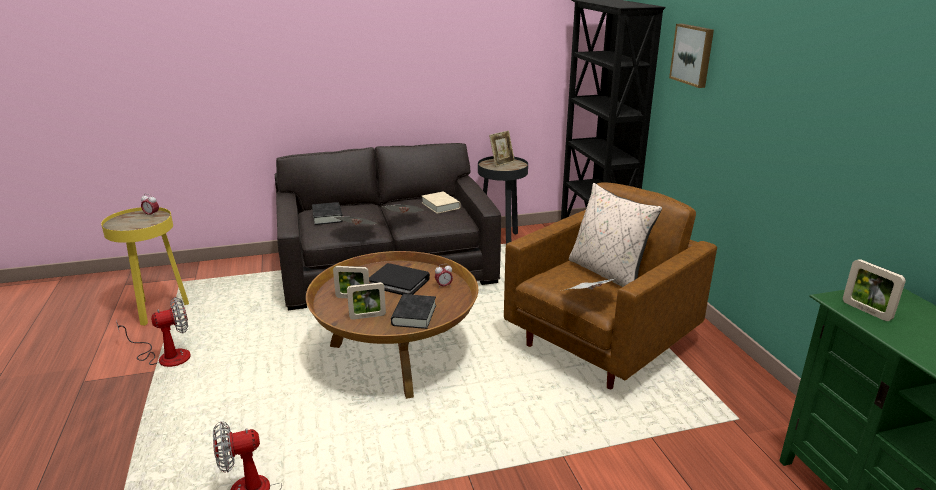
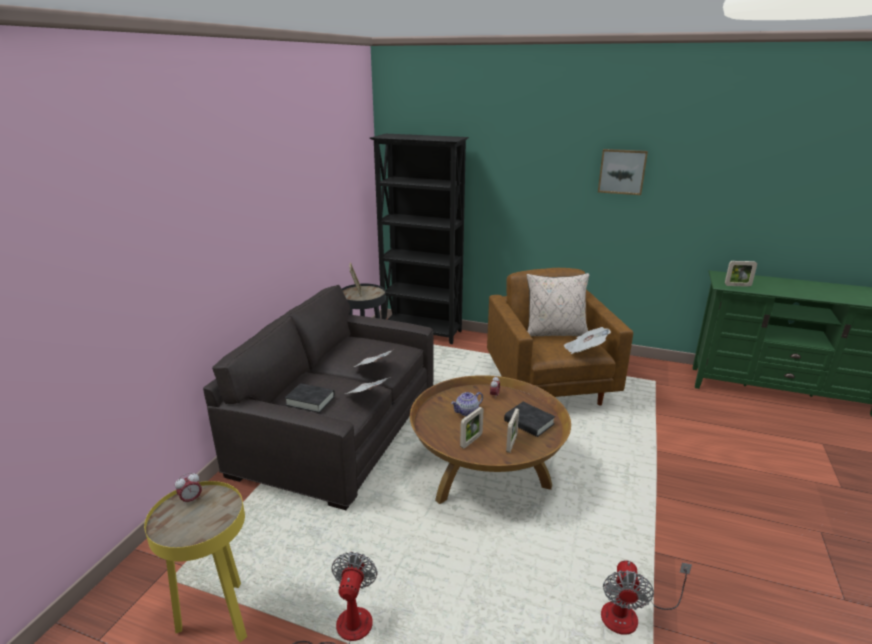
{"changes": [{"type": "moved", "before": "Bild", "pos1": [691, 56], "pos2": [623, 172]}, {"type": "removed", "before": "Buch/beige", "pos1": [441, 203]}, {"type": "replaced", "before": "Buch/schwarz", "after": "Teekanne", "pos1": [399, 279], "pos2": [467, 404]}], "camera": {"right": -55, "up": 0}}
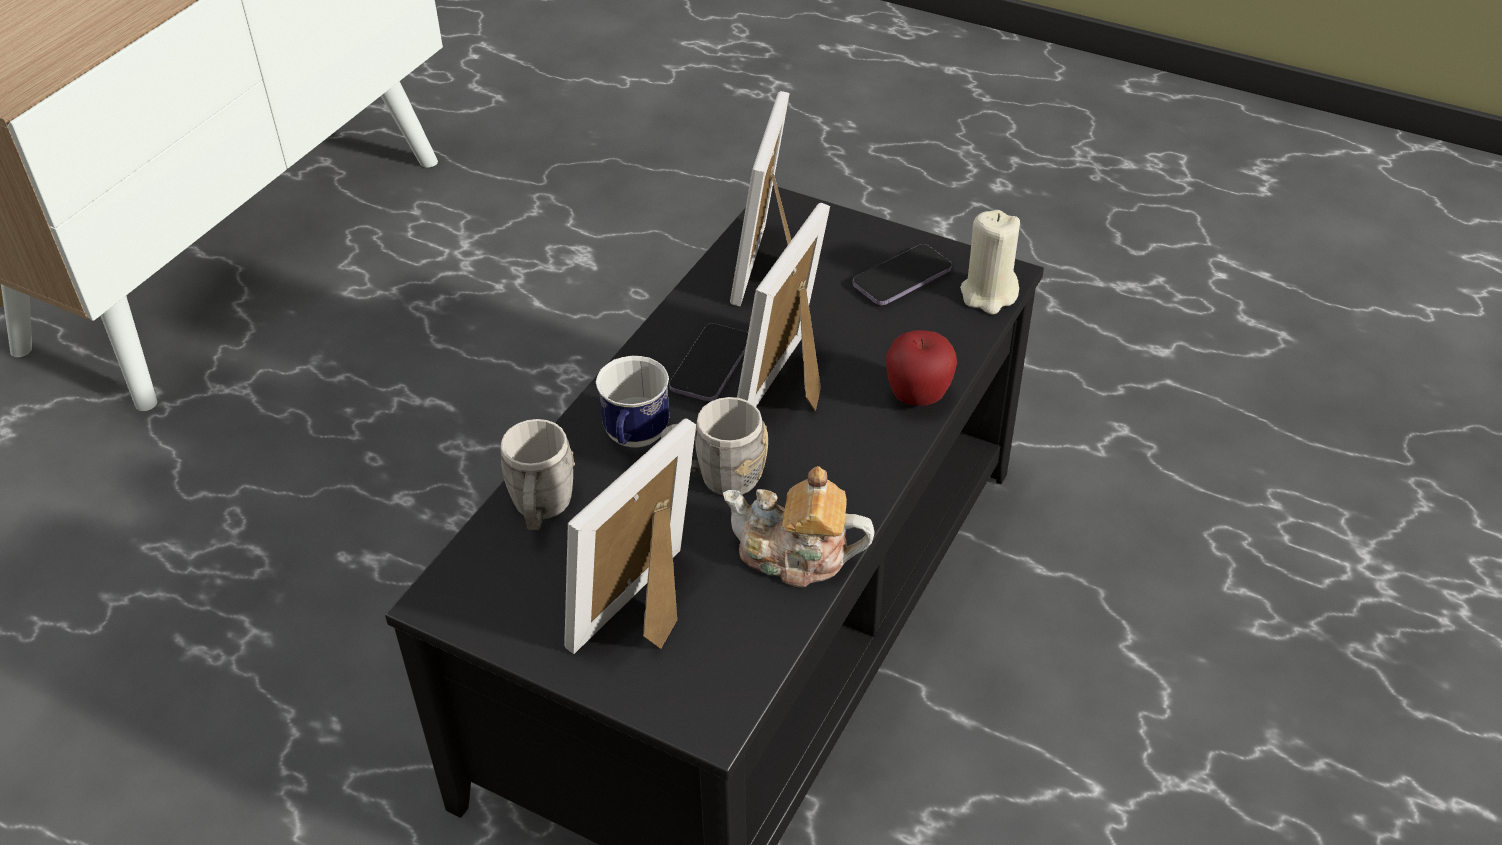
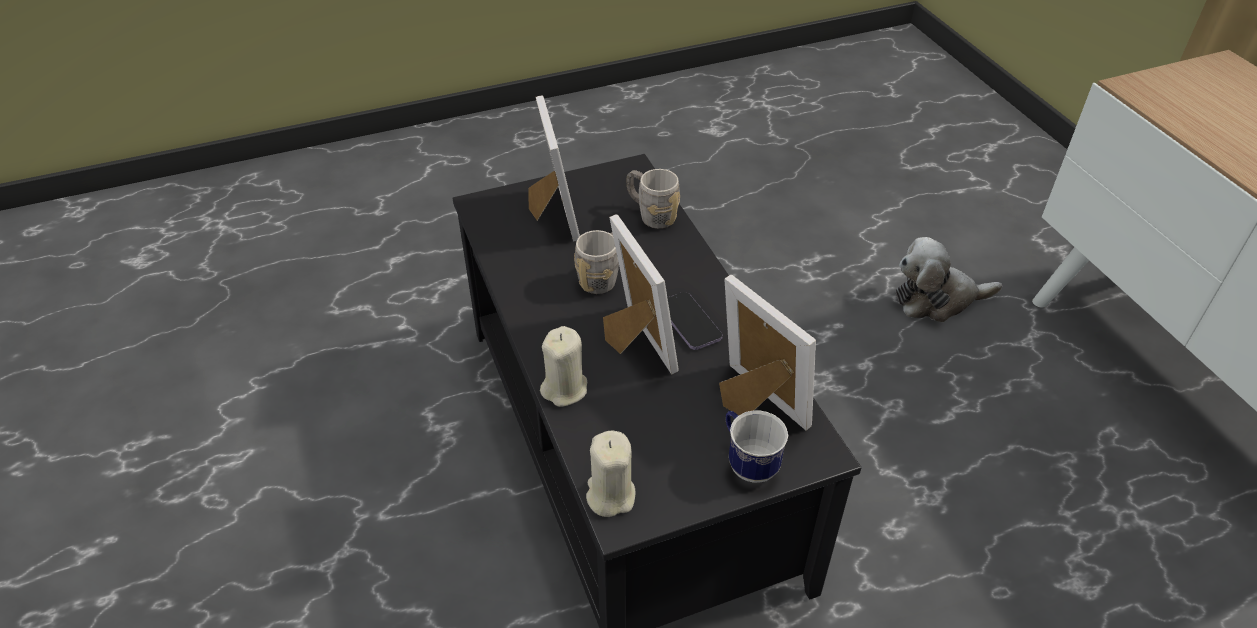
{"changes": [{"type": "removed", "before": "Handy", "pos1": [902, 274]}, {"type": "replaced", "before": "Apfel", "after": "Kerze/beige", "pos1": [921, 368], "pos2": [563, 366]}, {"type": "moved", "before": "Henkelbecher", "pos1": [632, 402], "pos2": [757, 446]}, {"type": "removed", "before": "Teekanne", "pos1": [798, 527]}, {"type": "added", "after": "Plüschtier", "pos2": [948, 279]}], "camera": {"right": 130, "up": 0}}
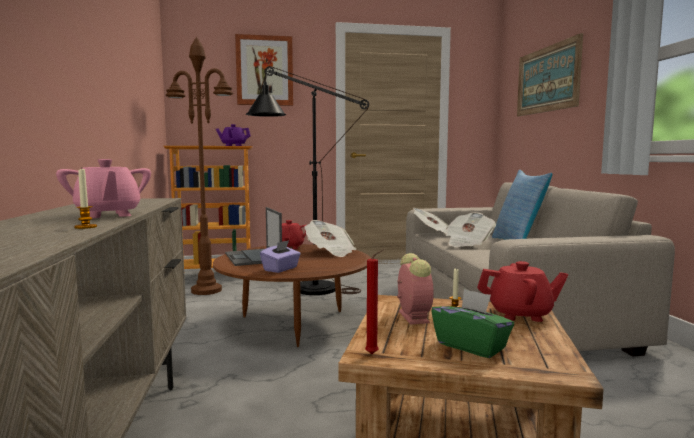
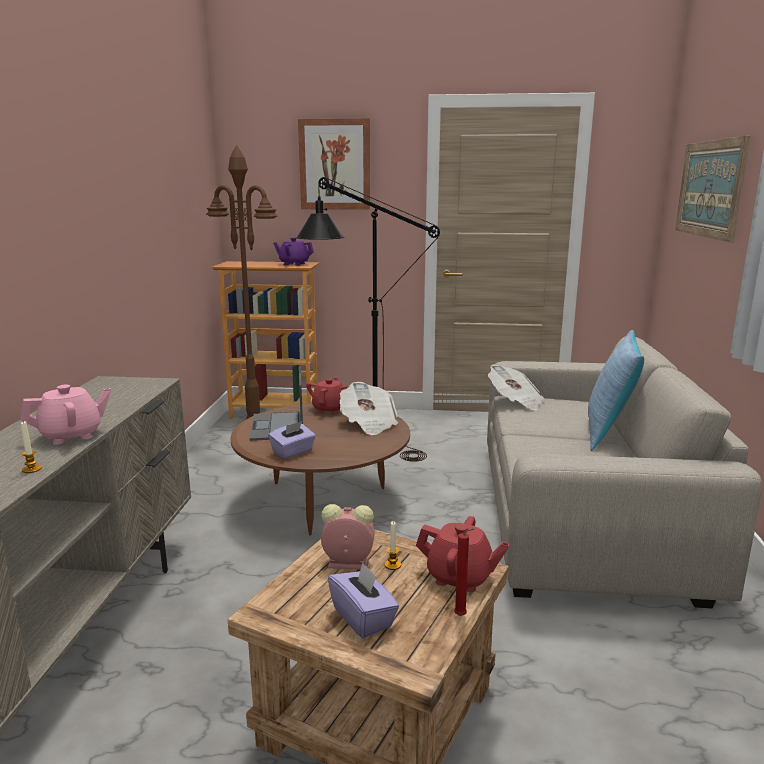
{"changes": [{"type": "turned", "before": "Teekanne/rosa", "pos1": [103, 188], "pos2": [66, 415], "turn": -105}, {"type": "removed", "before": "Zeitung", "pos1": [471, 229]}, {"type": "moved", "before": "Kerze/rot", "pos1": [374, 301], "pos2": [464, 572]}, {"type": "turned", "before": "Wecker", "pos1": [415, 288], "pos2": [348, 537], "turn": -90}, {"type": "recoloured", "before": "Taschentuchbox/grün", "after": "Taschentuchbox/lila", "pos1": [472, 323], "pos2": [363, 600]}], "camera": {"right": 15, "up": 10}}
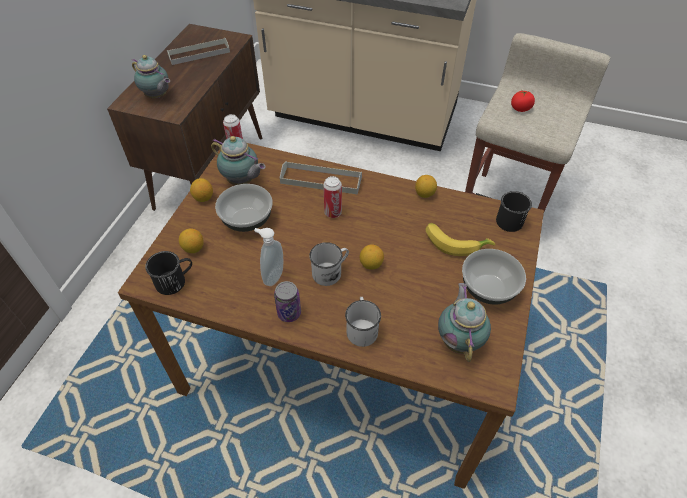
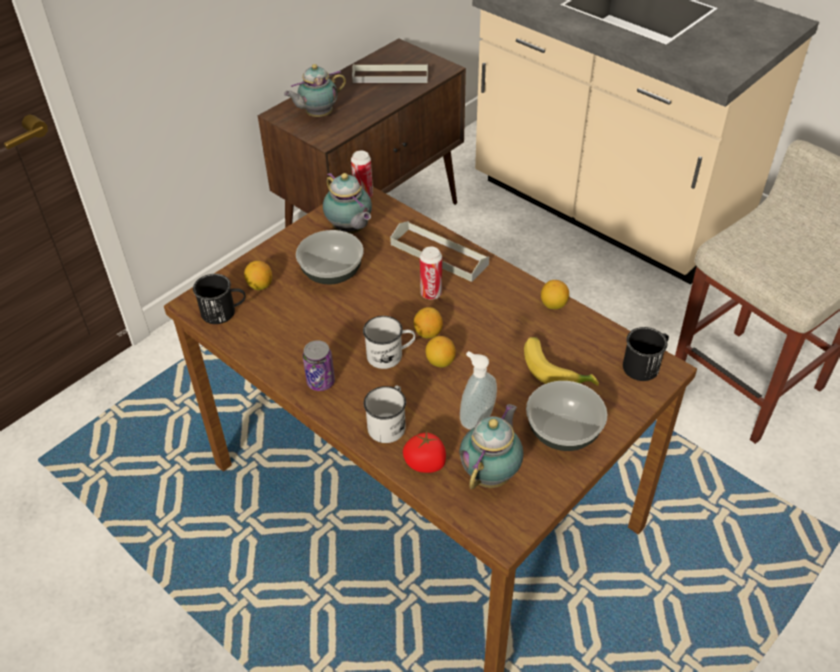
{"changes": [{"type": "turned", "before": "Teekanne", "pos1": [151, 76], "pos2": [315, 90], "turn": 90}, {"type": "moved", "before": "Tomate", "pos1": [523, 101], "pos2": [424, 451]}, {"type": "moved", "before": "Zitrone", "pos1": [201, 190], "pos2": [428, 322]}, {"type": "moved", "before": "Seifenspender", "pos1": [268, 257], "pos2": [478, 390]}], "camera": {"right": 25, "up": -5}}
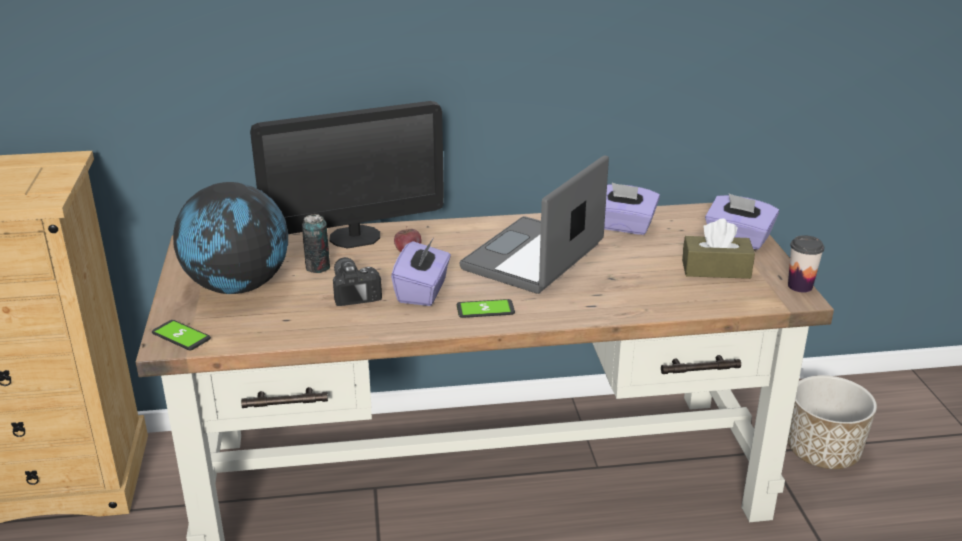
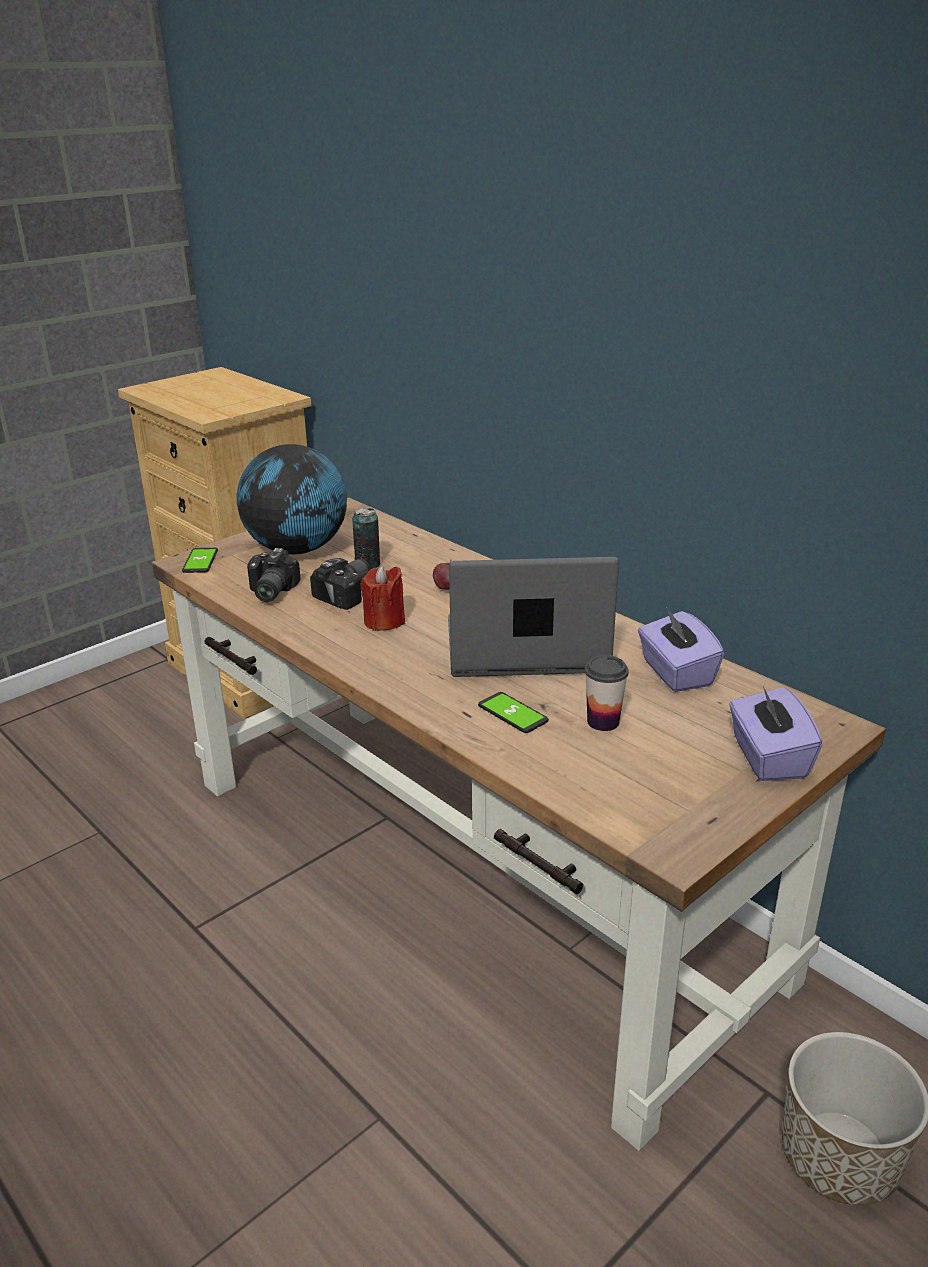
{"changes": [{"type": "removed", "before": "Monitor", "pos1": [347, 175]}, {"type": "removed", "before": "Taschentuchbox/braun", "pos1": [718, 249]}, {"type": "moved", "before": "Tasse", "pos1": [806, 264], "pos2": [607, 693]}, {"type": "replaced", "before": "Taschentuchbox/lila", "after": "Kerze/rot", "pos1": [421, 272], "pos2": [383, 598]}, {"type": "moved", "before": "Handy", "pos1": [486, 308], "pos2": [513, 712]}, {"type": "added", "after": "Kamera", "pos2": [274, 575]}], "camera": {"right": 55, "up": 0}}
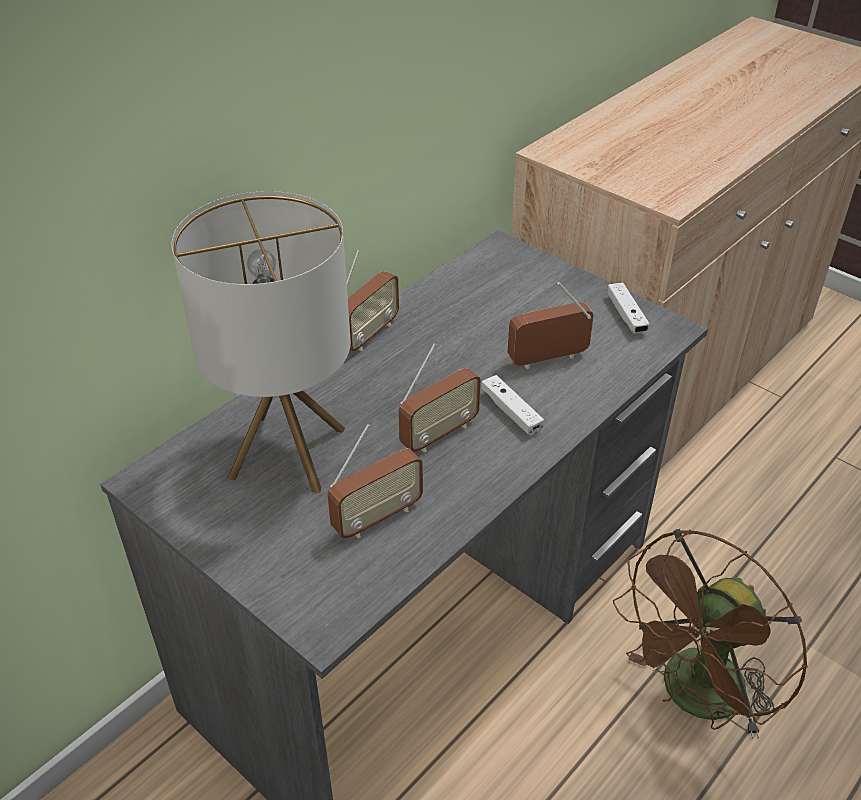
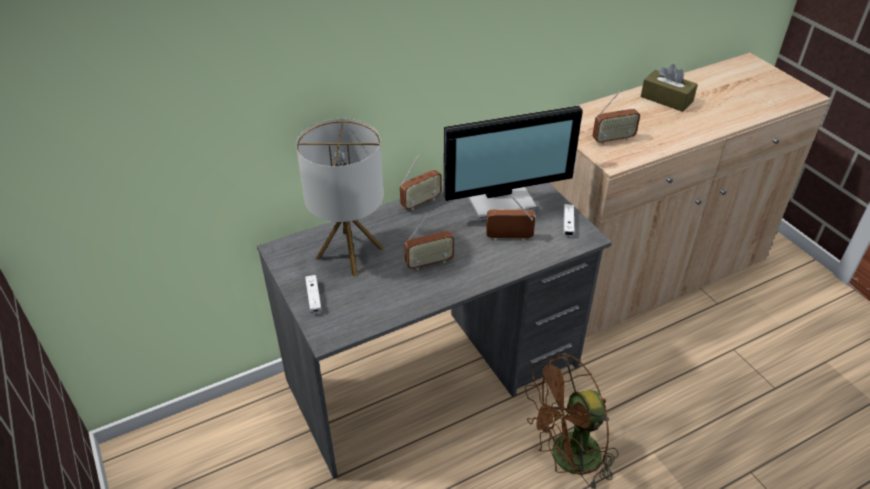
{"changes": [{"type": "moved", "before": "Gamepad/weiß", "pos1": [512, 405], "pos2": [313, 295]}, {"type": "moved", "before": "Radio", "pos1": [375, 481], "pos2": [616, 117]}, {"type": "added", "after": "Taschentuchbox/braun", "pos2": [669, 88]}, {"type": "added", "after": "Monitor", "pos2": [513, 163]}], "camera": {"right": 20, "up": 0}}
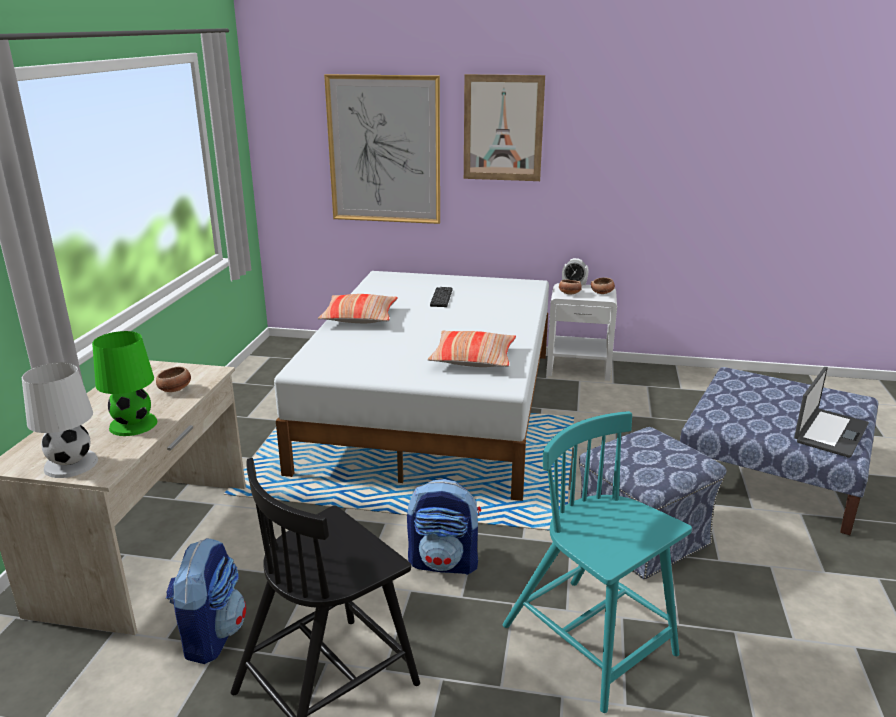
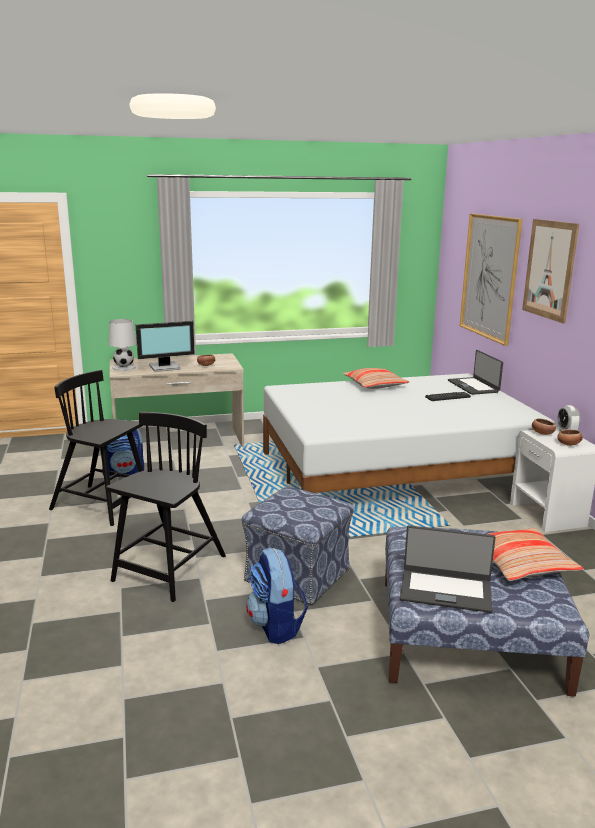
{"changes": [{"type": "replaced", "before": "Tischlampe/grün", "after": "Monitor", "pos1": [124, 383], "pos2": [165, 346]}, {"type": "moved", "before": "Kissen", "pos1": [472, 349], "pos2": [536, 554]}, {"type": "recoloured", "before": "Stuhl/türkis", "after": "Stuhl/schwarz", "pos1": [597, 562], "pos2": [166, 507]}, {"type": "moved", "before": "Rucksack", "pos1": [444, 527], "pos2": [277, 595]}, {"type": "added", "after": "Laptop", "pos2": [475, 372]}], "camera": {"right": 65, "up": -5}}
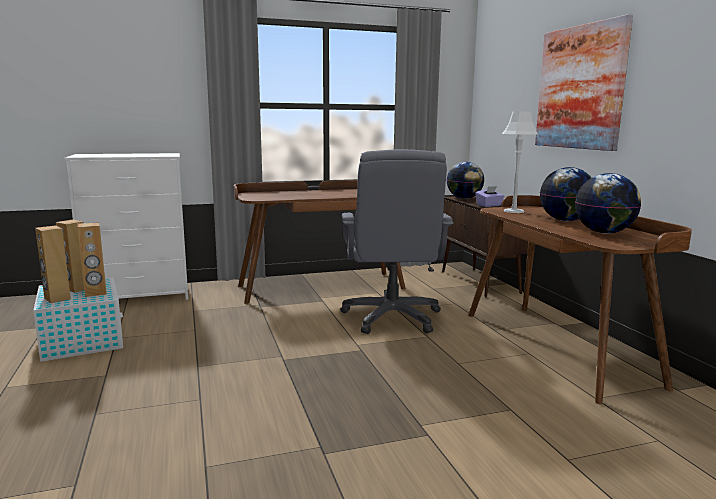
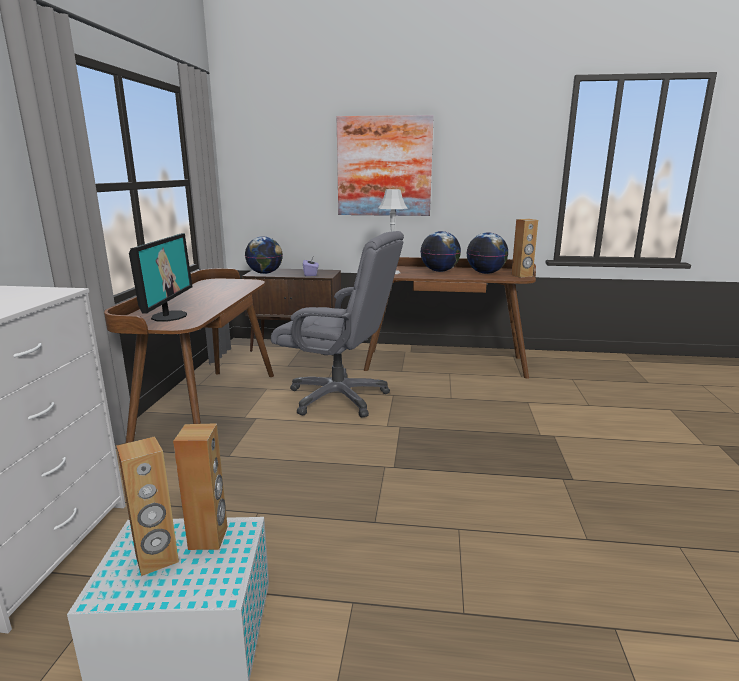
{"changes": [{"type": "moved", "before": "Lautsprecher/braun", "pos1": [53, 264], "pos2": [524, 248]}, {"type": "added", "after": "Monitor", "pos2": [160, 277]}], "camera": {"right": -65, "up": 5}}
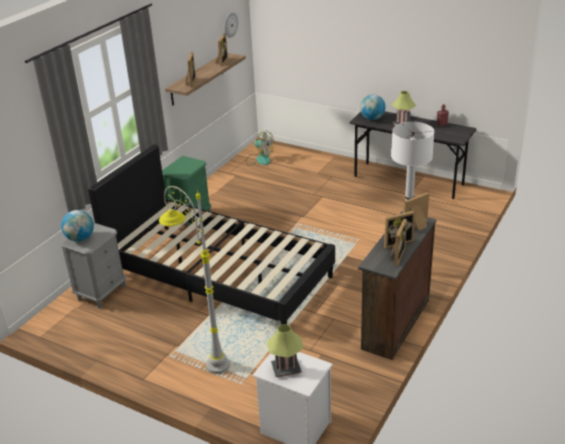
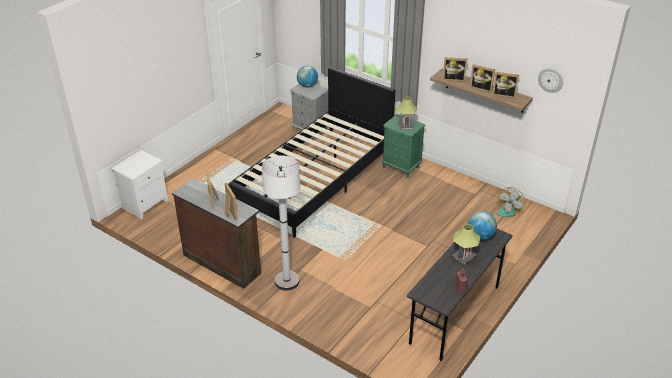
{"changes": [{"type": "removed", "before": "Stehlampe/grau", "pos1": [194, 280]}, {"type": "moved", "before": "Bilderrahmen", "pos1": [398, 242], "pos2": [482, 78]}, {"type": "moved", "before": "Tischlampe", "pos1": [285, 351], "pos2": [407, 113]}], "camera": {"right": 95, "up": 5}}
